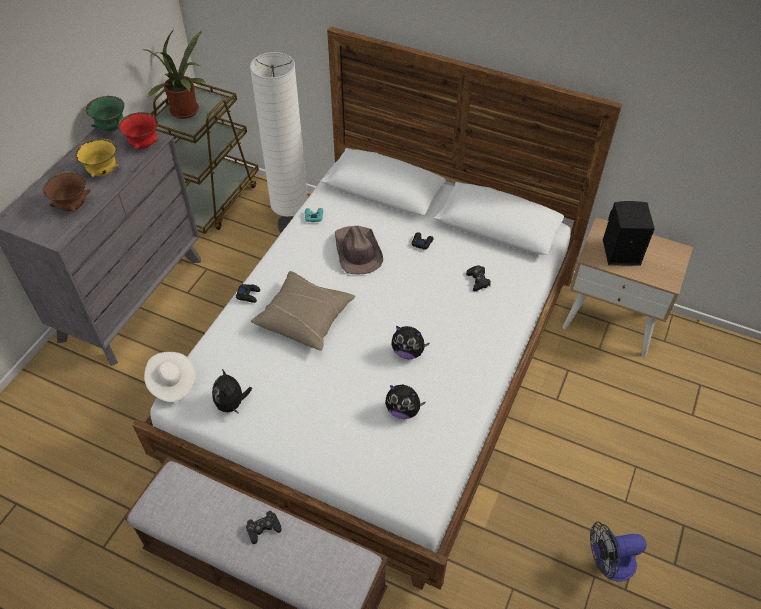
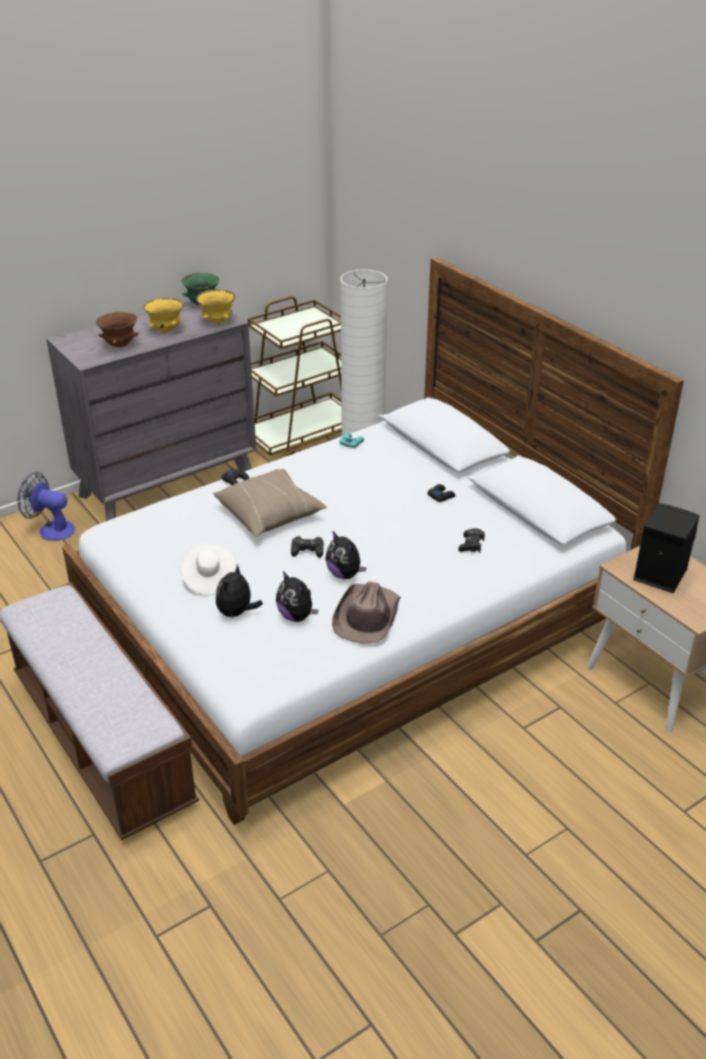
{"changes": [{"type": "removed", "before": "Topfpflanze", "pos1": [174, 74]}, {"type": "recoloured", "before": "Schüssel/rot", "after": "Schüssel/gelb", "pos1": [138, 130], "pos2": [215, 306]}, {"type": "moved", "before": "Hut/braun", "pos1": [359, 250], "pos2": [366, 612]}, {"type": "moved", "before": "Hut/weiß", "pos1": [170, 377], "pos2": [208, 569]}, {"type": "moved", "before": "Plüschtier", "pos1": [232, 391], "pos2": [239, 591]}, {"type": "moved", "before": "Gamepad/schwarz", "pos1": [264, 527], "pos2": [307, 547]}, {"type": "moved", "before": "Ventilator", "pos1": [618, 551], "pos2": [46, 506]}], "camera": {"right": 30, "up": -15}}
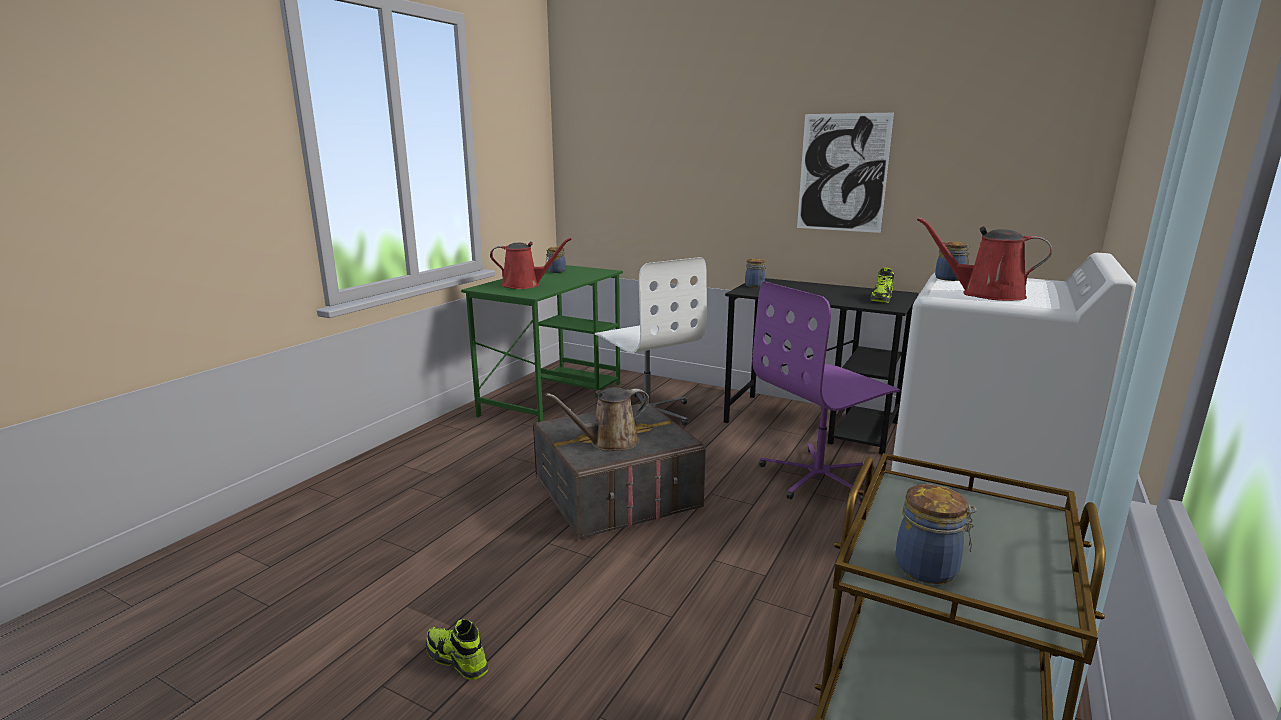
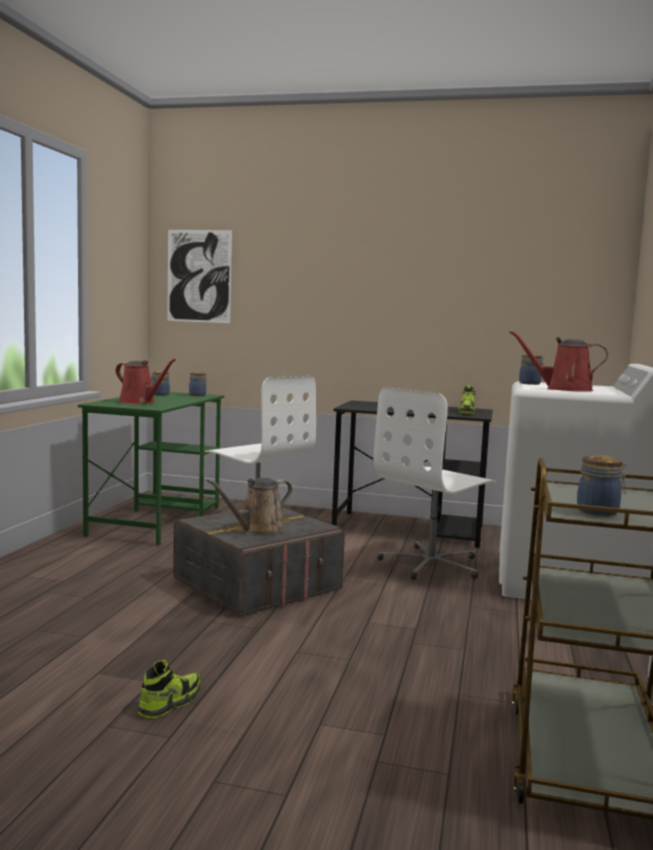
{"changes": [{"type": "moved", "before": "Bild", "pos1": [845, 173], "pos2": [199, 276]}, {"type": "turned", "before": "Gießkanne/rot", "pos1": [531, 263], "pos2": [145, 381], "turn": 45}, {"type": "moved", "before": "Vorratsglas", "pos1": [755, 273], "pos2": [198, 384]}, {"type": "recoloured", "before": "Bürostuhl/lila", "after": "Bürostuhl/weiß", "pos1": [826, 392], "pos2": [434, 483]}, {"type": "turned", "before": "Schuh", "pos1": [457, 649], "pos2": [169, 689], "turn": 105}], "camera": {"right": -15, "up": -10}}
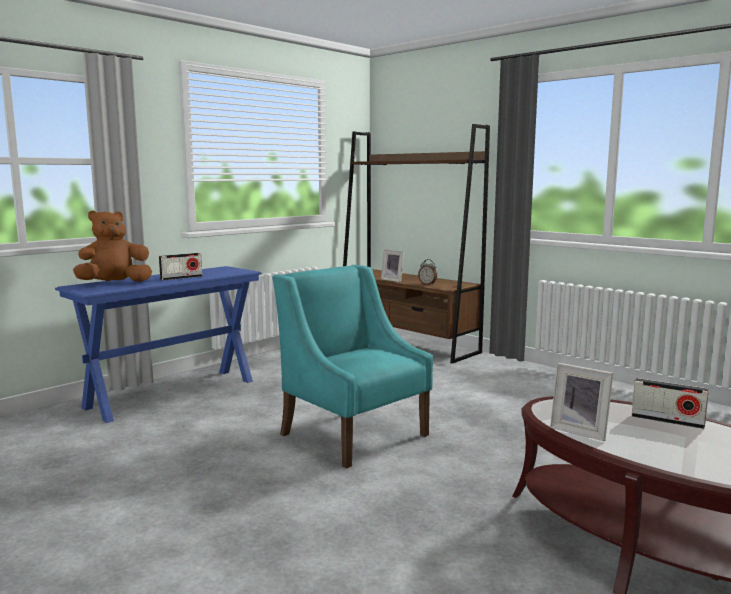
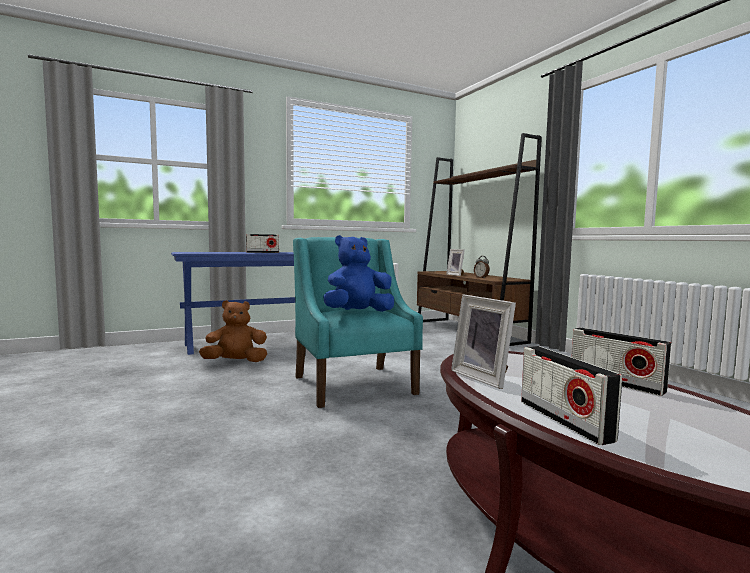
{"changes": [{"type": "moved", "before": "Plüschtier/braun", "pos1": [112, 246], "pos2": [233, 331]}, {"type": "added", "after": "Plüschtier/blau", "pos2": [358, 273]}, {"type": "added", "after": "Radio", "pos2": [571, 395]}], "camera": {"right": 20, "up": -5}}
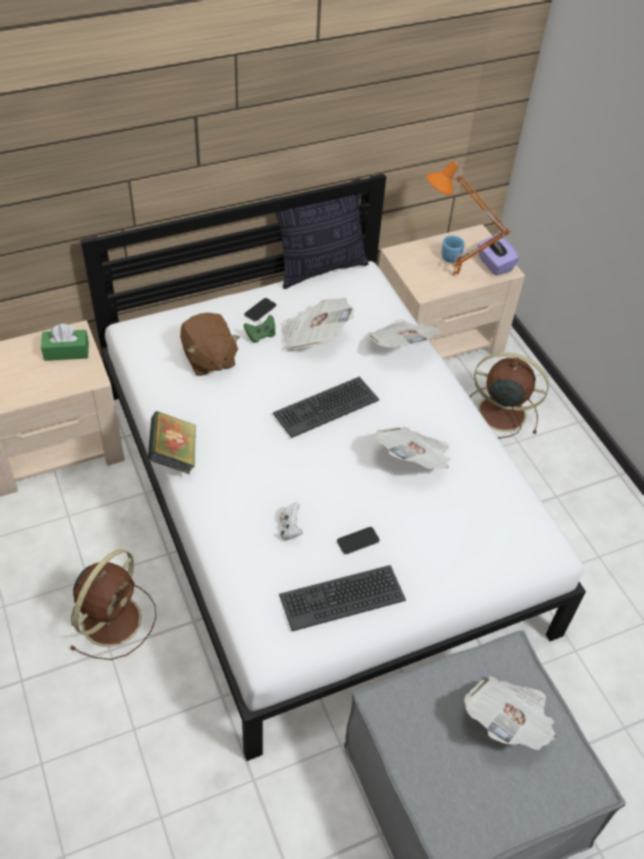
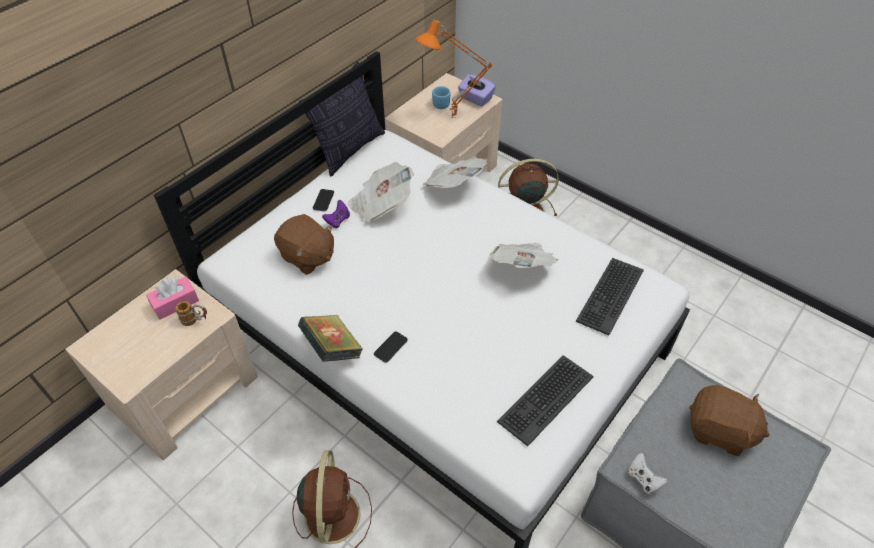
{"changes": [{"type": "recoloured", "before": "Gamepad/grün", "after": "Gamepad/lila", "pos1": [259, 329], "pos2": [336, 214]}, {"type": "recoloured", "before": "Taschentuchbox/grün", "after": "Taschentuchbox/rosa", "pos1": [65, 342], "pos2": [172, 298]}, {"type": "moved", "before": "Tastatur", "pos1": [326, 407], "pos2": [610, 297]}, {"type": "moved", "before": "Gamepad/weiß", "pos1": [291, 521], "pos2": [648, 473]}, {"type": "moved", "before": "Handy", "pos1": [358, 541], "pos2": [391, 347]}, {"type": "replaced", "before": "Zeitung", "after": "Plüschtier/braun", "pos1": [510, 713], "pos2": [729, 420]}, {"type": "added", "after": "Henkelbecher", "pos2": [191, 313]}], "camera": {"right": -25, "up": 0}}
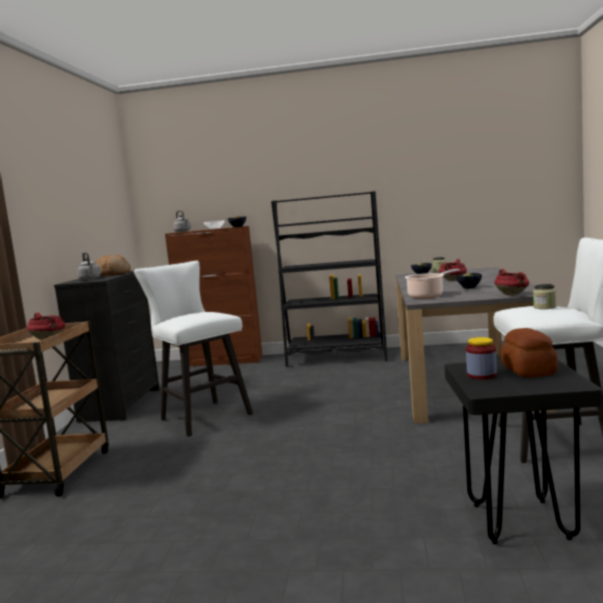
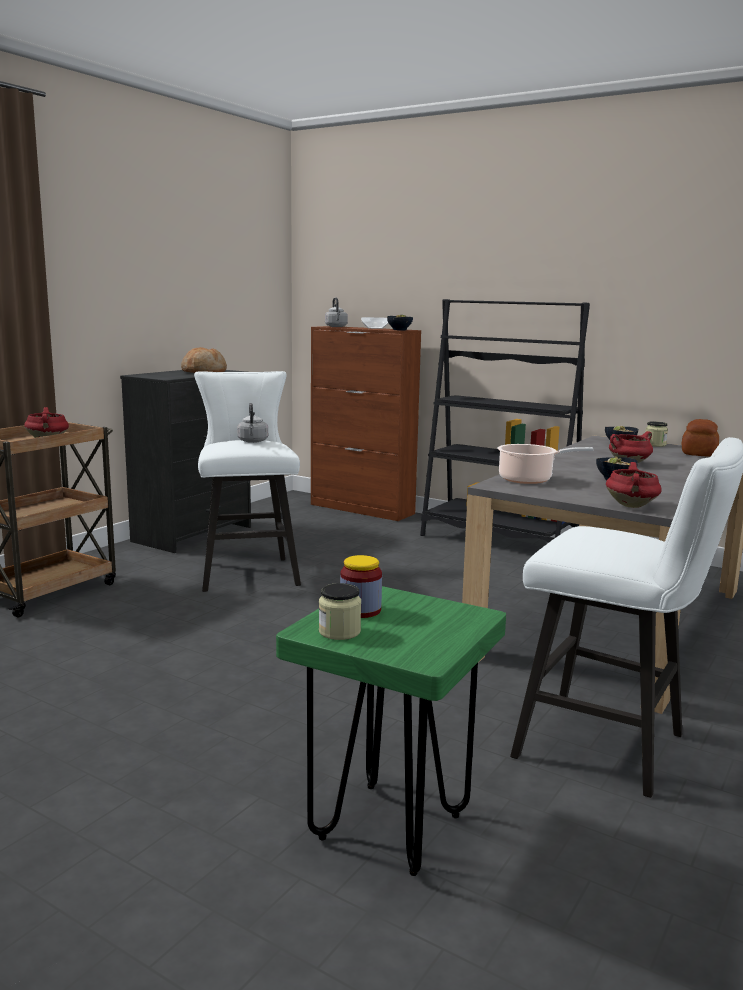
{"changes": [{"type": "moved", "before": "Wasserkessel/grau", "pos1": [89, 266], "pos2": [252, 423]}, {"type": "moved", "before": "Vorratsglas", "pos1": [544, 296], "pos2": [340, 611]}, {"type": "moved", "before": "Brot", "pos1": [529, 353], "pos2": [700, 438]}, {"type": "recoloured", "before": "Hocker/schwarz", "after": "Hocker/grün", "pos1": [523, 452], "pos2": [391, 731]}], "camera": {"right": 25, "up": 5}}
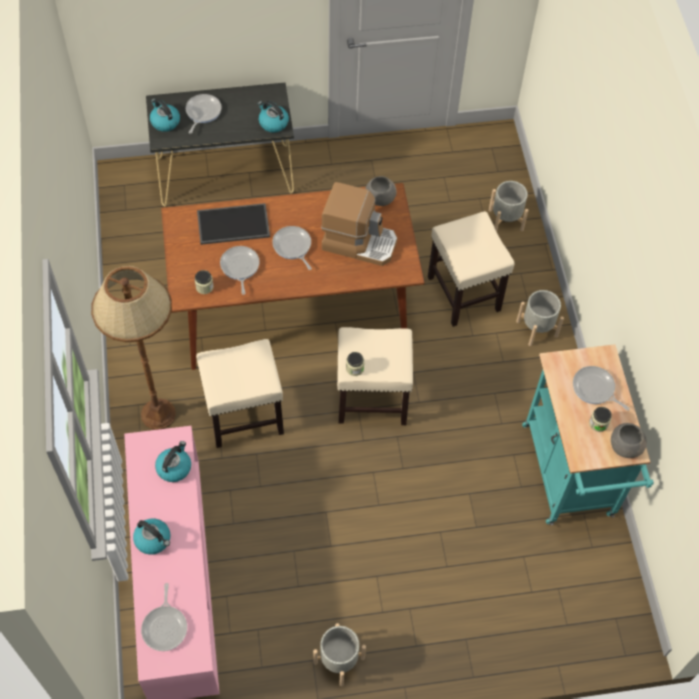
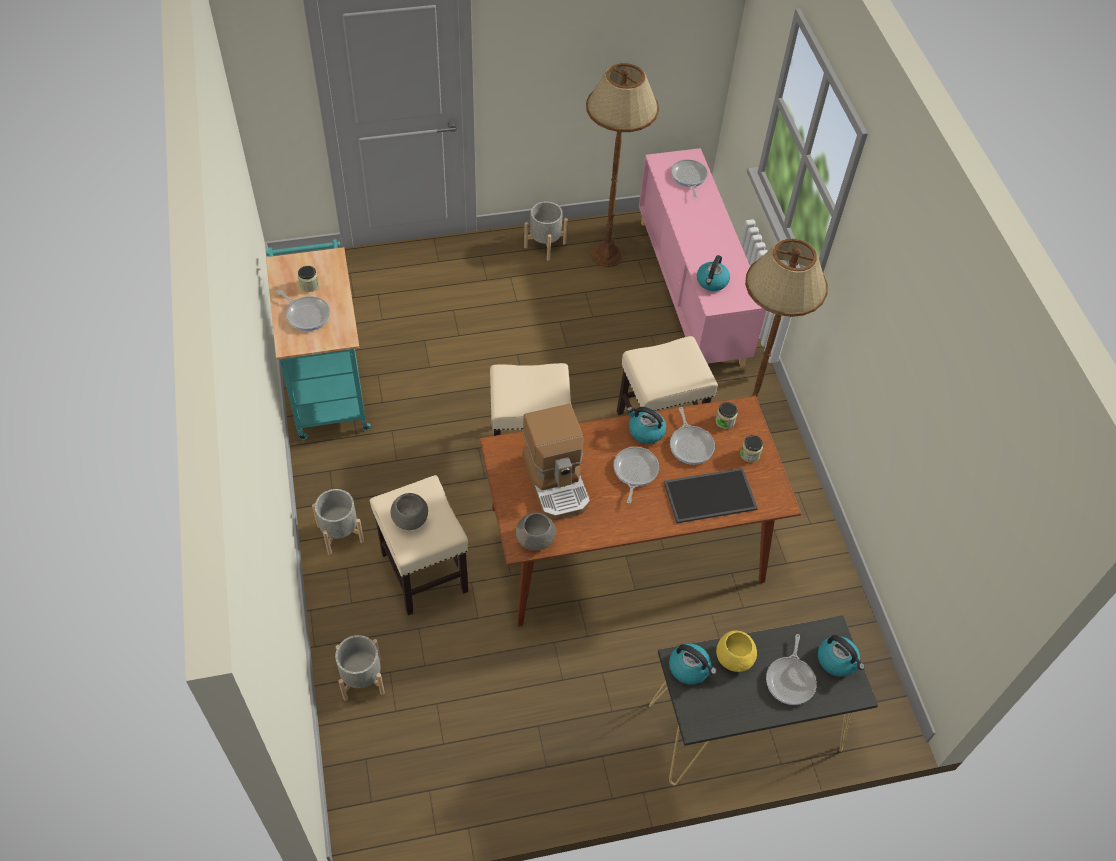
{"changes": [{"type": "turned", "before": "Kaffeemaschine", "pos1": [359, 224], "pos2": [556, 462], "turn": -120}, {"type": "turned", "before": "Pfanne", "pos1": [292, 248], "pos2": [636, 475], "turn": -135}, {"type": "moved", "before": "Vorratsglas", "pos1": [355, 364], "pos2": [751, 449]}, {"type": "moved", "before": "Schüssel/grau", "pos1": [629, 440], "pos2": [409, 511]}, {"type": "moved", "before": "Wasserkessel", "pos1": [151, 536], "pos2": [646, 425]}, {"type": "added", "after": "Stehlampe/braun", "pos2": [622, 165]}, {"type": "added", "after": "Schüssel/gelb", "pos2": [736, 651]}], "camera": {"right": 175, "up": -5}}
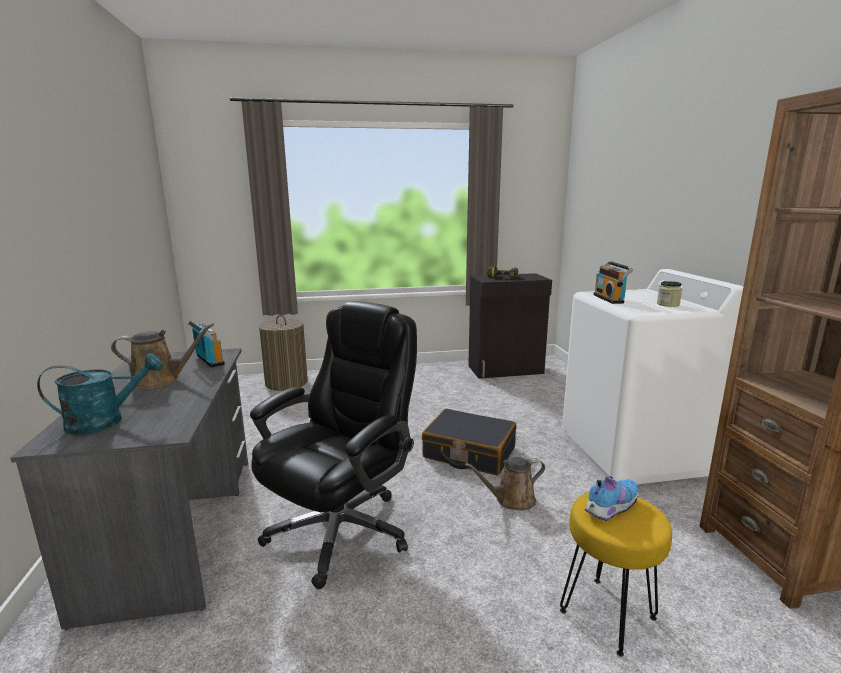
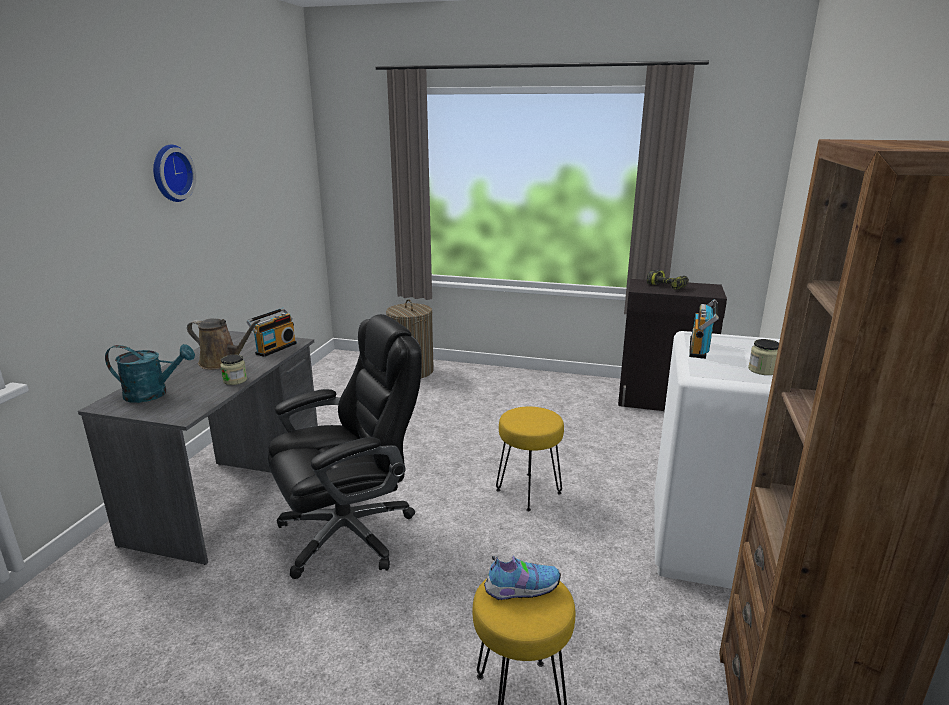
{"changes": [{"type": "turned", "before": "Radio", "pos1": [206, 344], "pos2": [271, 332], "turn": 45}, {"type": "replaced", "before": "Koffer/schwarz", "after": "Hocker/gelb", "pos1": [469, 442], "pos2": [530, 459]}, {"type": "removed", "before": "Gießkanne/braun", "pos1": [505, 483]}, {"type": "added", "after": "Wanduhr", "pos2": [174, 173]}, {"type": "added", "after": "Vorratsglas", "pos2": [234, 369]}], "camera": {"right": 25, "up": 5}}
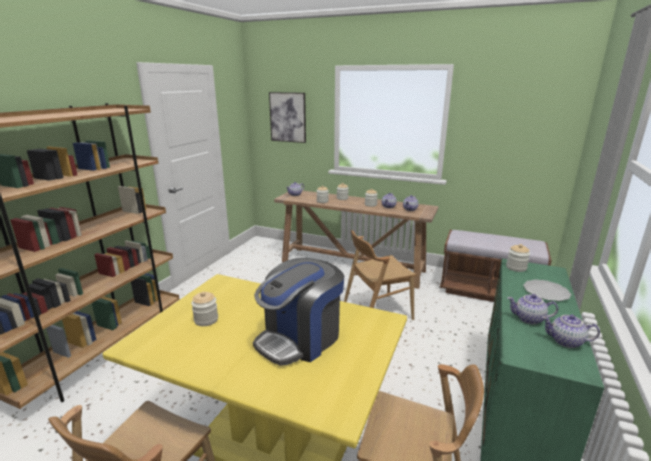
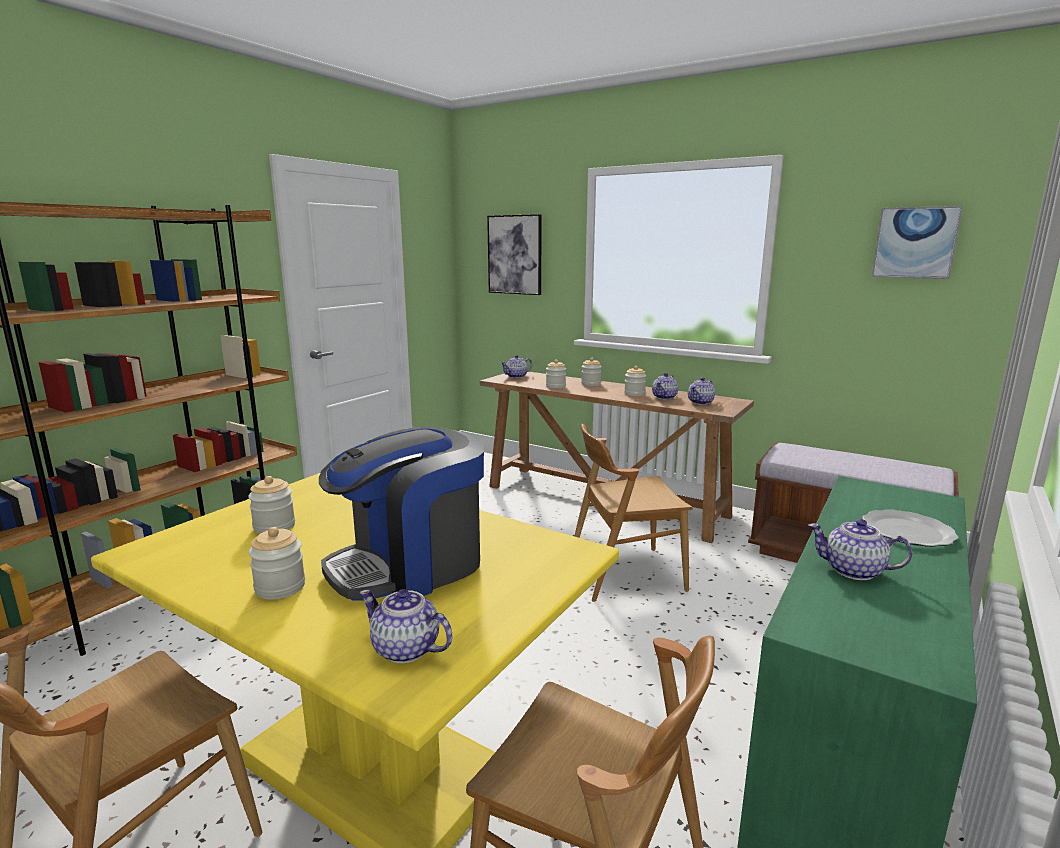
{"changes": [{"type": "moved", "before": "Vorratsglas", "pos1": [518, 258], "pos2": [277, 563]}, {"type": "moved", "before": "Teekanne", "pos1": [571, 331], "pos2": [405, 626]}, {"type": "added", "after": "Bild", "pos2": [917, 242]}], "camera": {"right": 10, "up": -5}}
